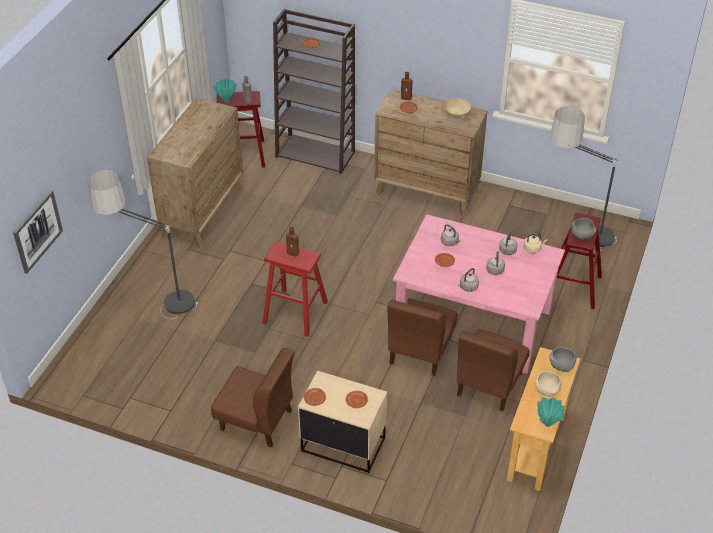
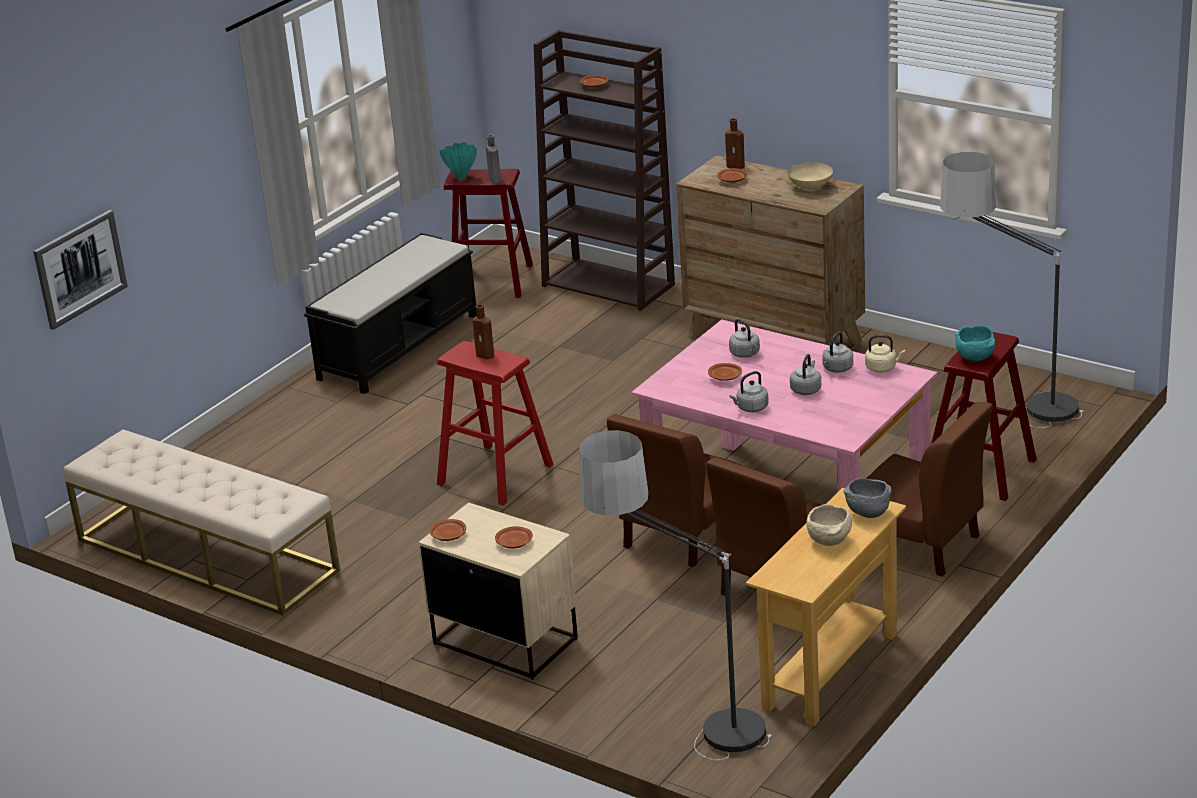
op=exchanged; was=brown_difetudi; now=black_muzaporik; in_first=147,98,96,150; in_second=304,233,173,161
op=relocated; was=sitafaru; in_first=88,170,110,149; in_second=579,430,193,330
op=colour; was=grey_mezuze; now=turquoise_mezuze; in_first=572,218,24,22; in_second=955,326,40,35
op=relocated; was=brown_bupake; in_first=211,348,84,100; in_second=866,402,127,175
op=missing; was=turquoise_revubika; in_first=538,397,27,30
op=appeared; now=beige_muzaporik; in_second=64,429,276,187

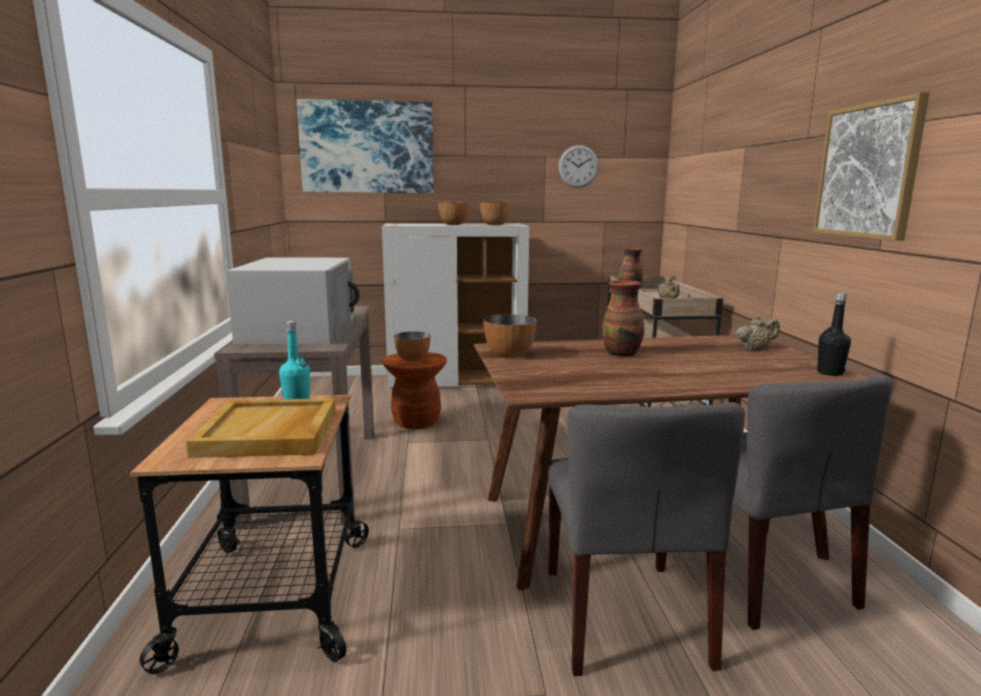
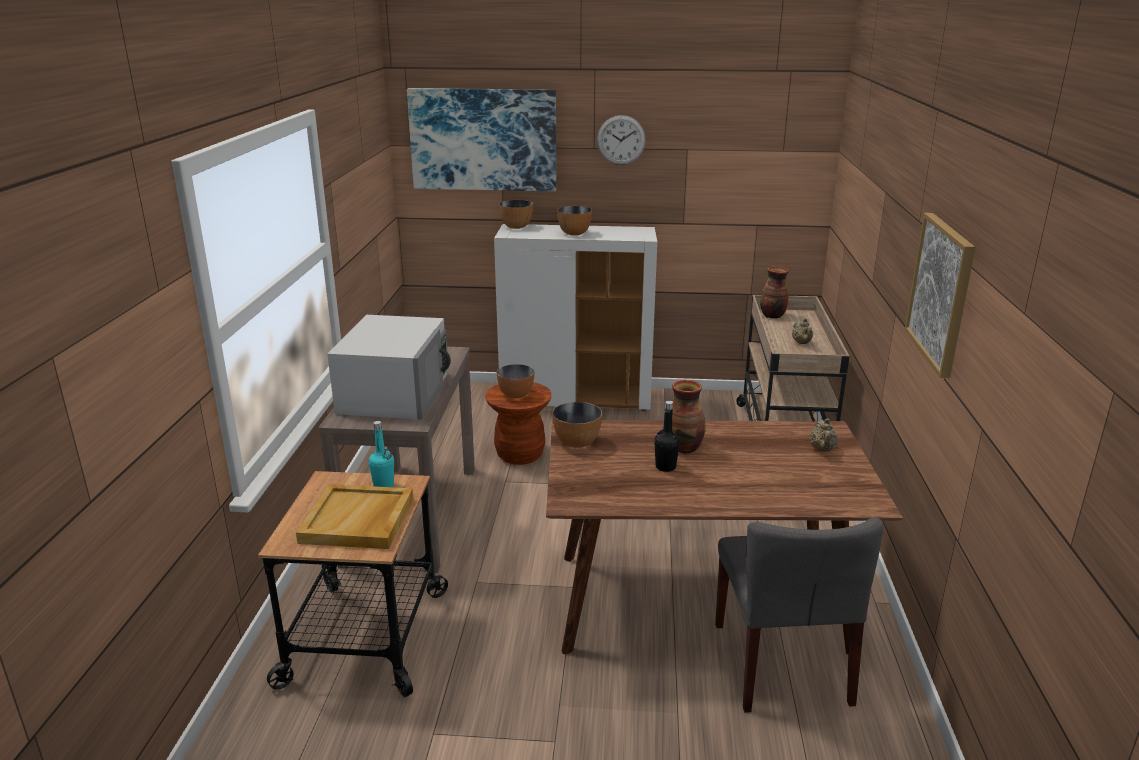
op=relocated; was=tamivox; in_first=558,145,41,43; in_second=597,115,49,50
op=relocated; was=mezuze; in_first=480,202,31,23; in_second=499,200,34,29
op=relocated; was=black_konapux; in_first=817,292,34,84; in_second=654,401,26,71
op=spun; was=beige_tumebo; in_first=736,315,44,36; in_second=810,418,28,34; clockwise=105
op=missing; was=grey_bupake; in_first=548,402,197,274

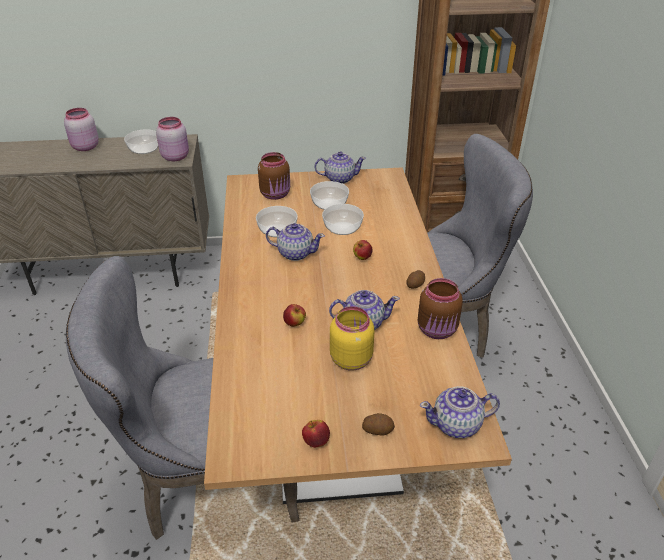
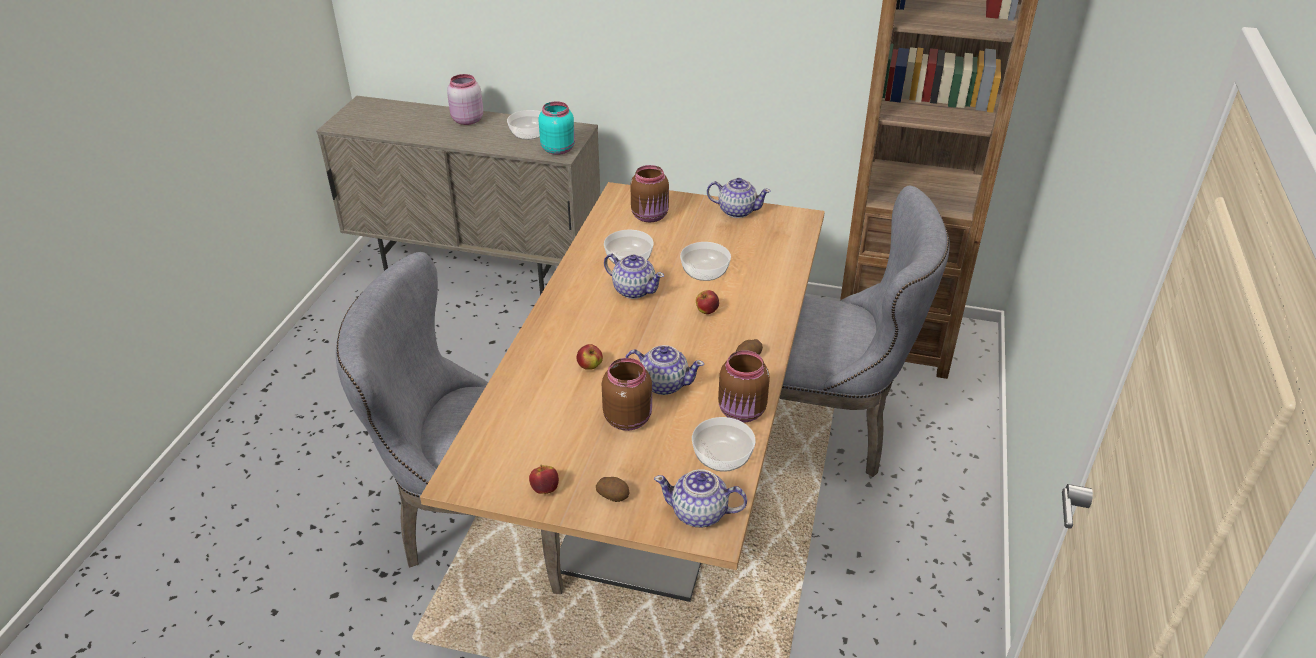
op=colour; was=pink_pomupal; now=turquoise_pomupal; in_first=156,117,33,44; in_second=539,101,36,54
op=relocated; was=mezuze; in_first=310,181,39,29; in_second=692,417,64,55
op=colour; was=yellow_pomupal; now=brown_pomupal; in_first=330,306,44,65; in_second=602,358,50,73

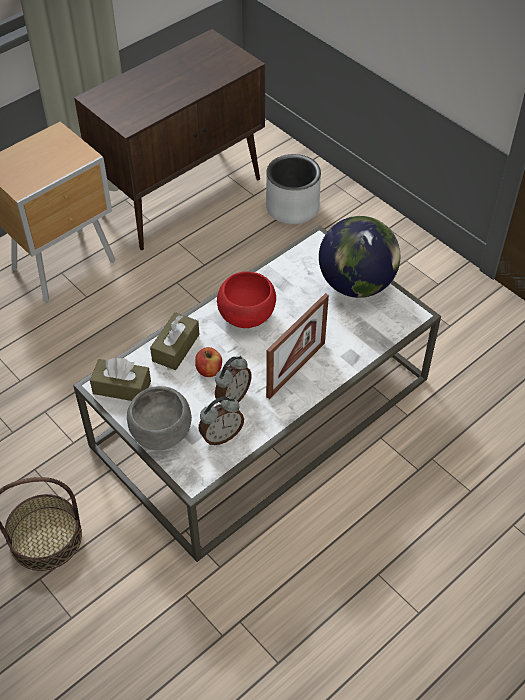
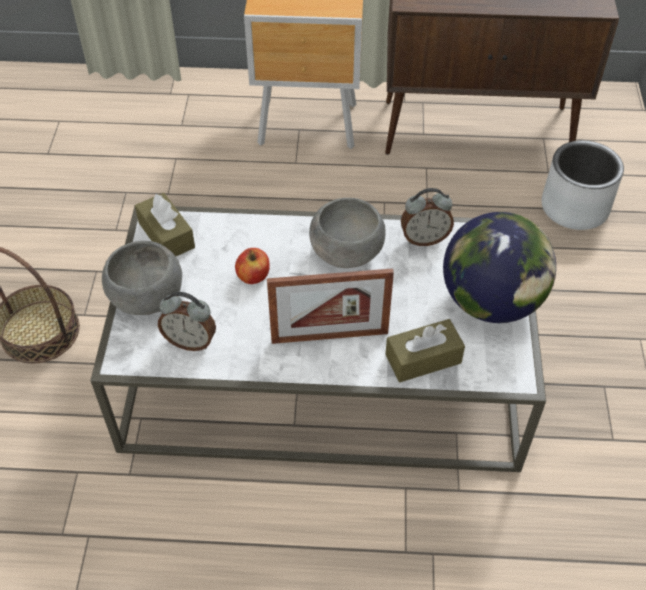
op=colour; was=red_mezuze; now=grey_mezuze; in_first=217,271,59,57; in_second=309,198,77,70
op=relocated; was=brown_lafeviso; in_first=150,312,50,58; in_second=385,319,80,63
op=relocated; was=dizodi; in_first=215,356,36,47; in_second=401,188,53,58

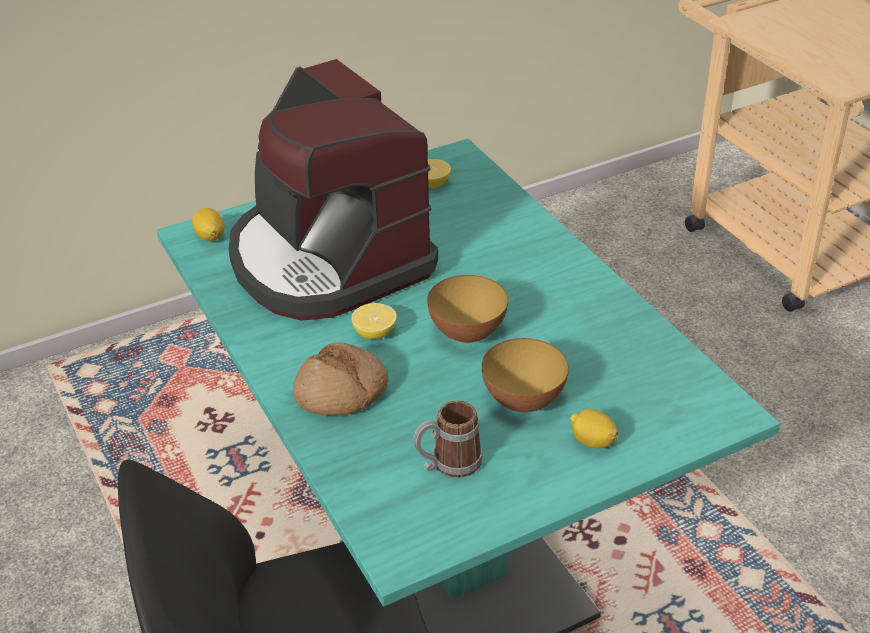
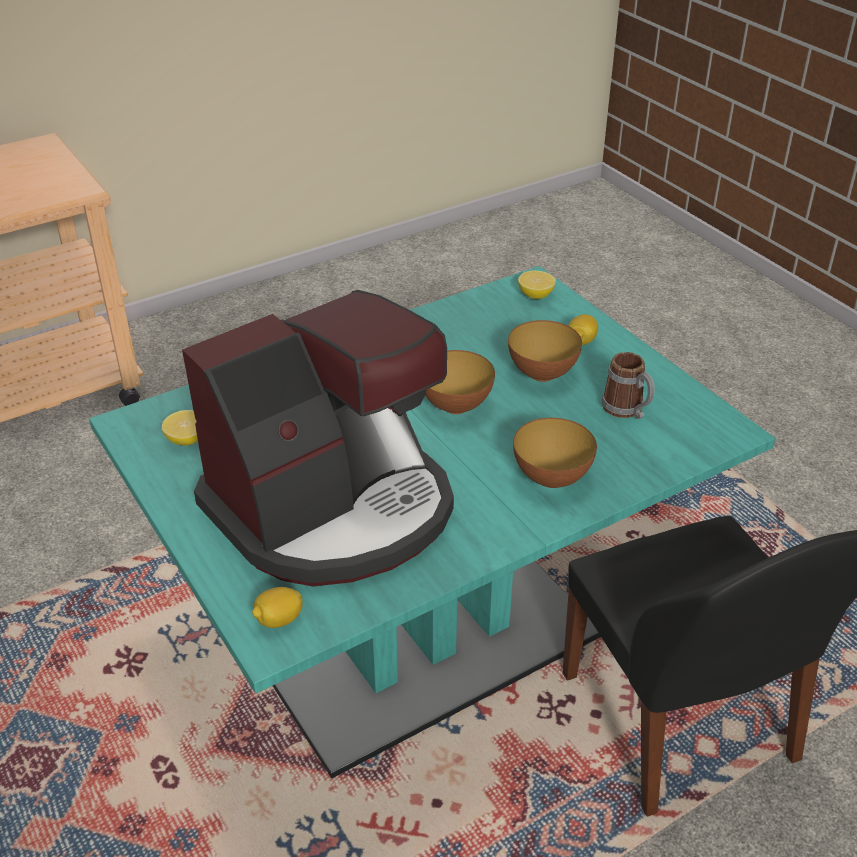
op=relocated; was=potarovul; in_first=351,303,46,36; in_second=518,271,38,28
op=exchanged; was=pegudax; now=mezuze; in_first=293,342,96,73; in_second=513,418,84,70

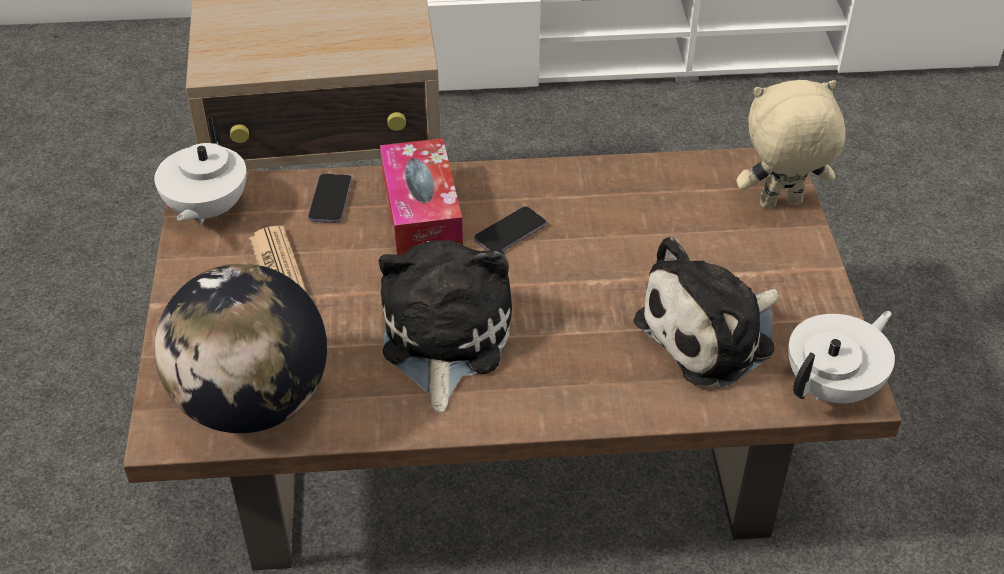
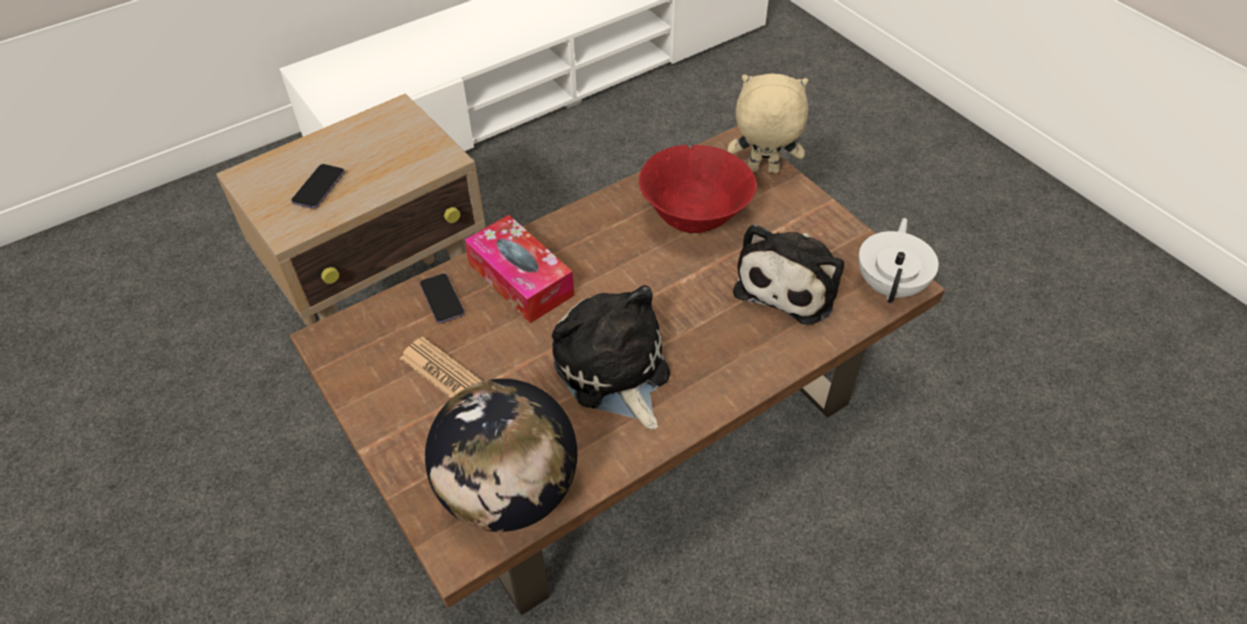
op=spun; was=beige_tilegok; in_first=736,80,110,128; in_second=728,74,80,99; clockwise=45
op=missing; was=white_tumebo; in_first=154,118,93,107
op=relocated; was=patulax; in_first=474,206,72,46; in_second=291,164,54,45
op=appeared; now=red_mezuze; in_second=639,145,118,88

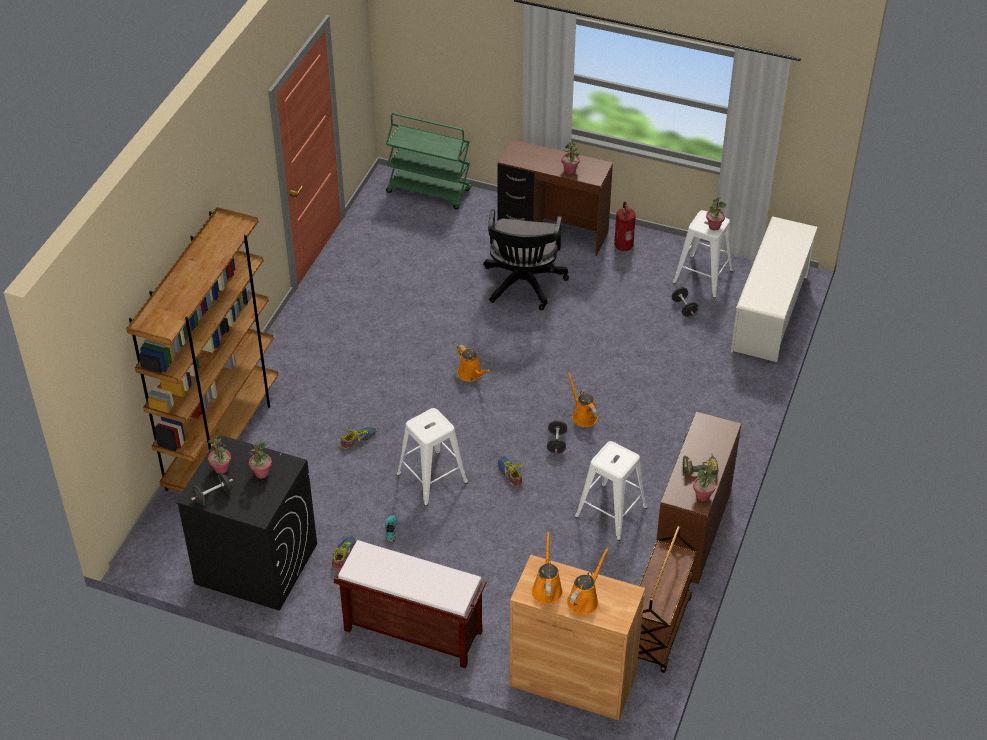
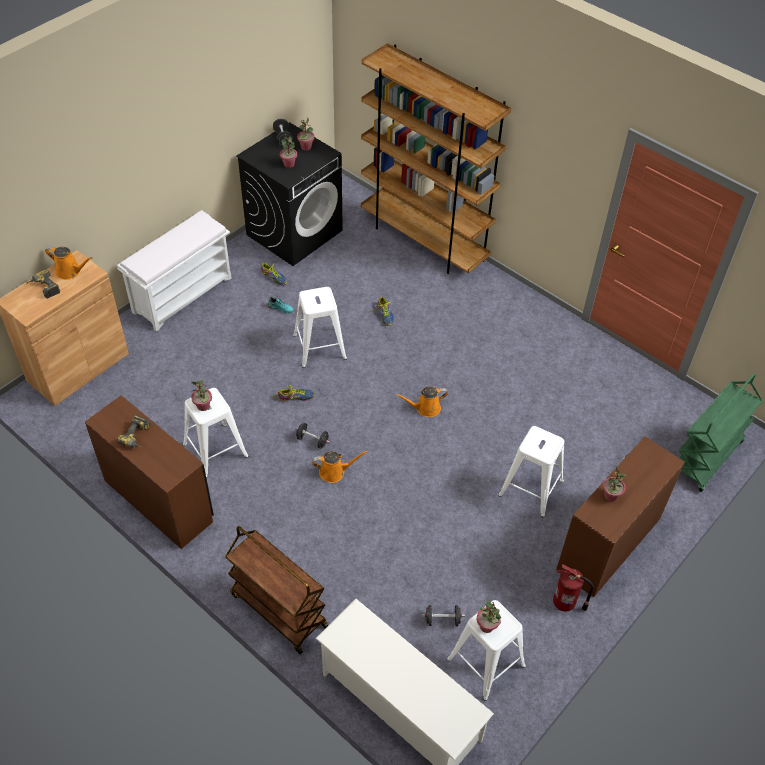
op=exchanged; was=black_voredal; now=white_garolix; in_first=483,209,86,101; in_second=498,426,66,91
op=relocated; was=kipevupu; in_first=693,466,23,35; in_second=191,380,21,31
op=relocated; was=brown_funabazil; in_first=638,525,59,148; in_second=225,526,103,128
op=colour; was=brown_muzaporik; now=white_muzaporik; in_first=334,540,153,128; in_second=117,210,114,122
op=exchanged; was=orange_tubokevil; now=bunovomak; in_first=567,548,42,67; in_second=27,269,33,29

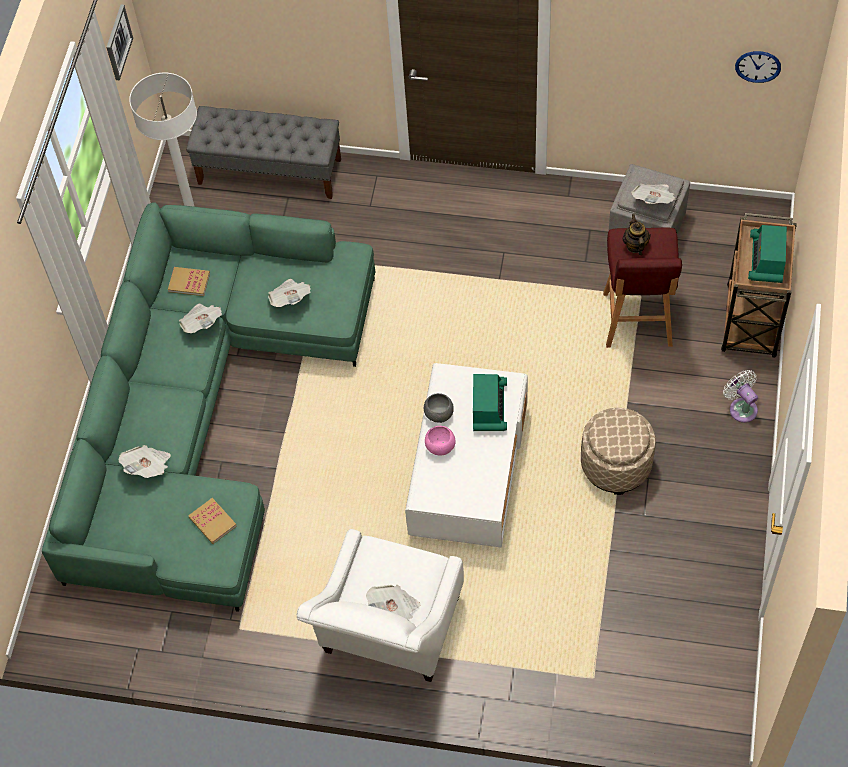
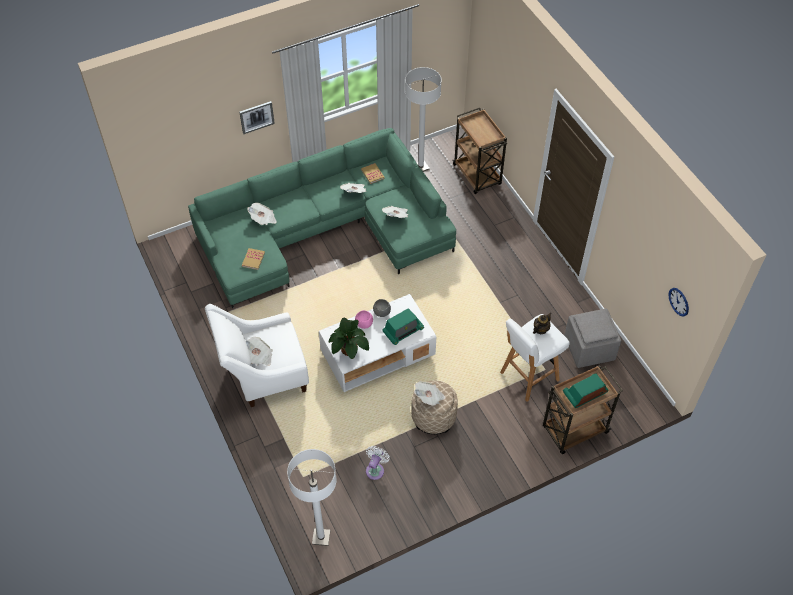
op=relocated; was=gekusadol; in_first=106,4,27,77; in_second=239,101,36,33
op=exchanged; was=grey_muzaporik; now=brown_funabazil; in_first=186,106,155,93; in_second=453,108,54,86
op=relocated; was=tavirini; in_first=631,184,45,20; in_second=414,381,32,25
op=colour; was=red_garolix; now=white_garolix; in_first=603,227,79,121; in_second=500,314,70,88
op=relocated; was=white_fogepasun; in_first=723,370,35,53; in_second=366,446,24,34
op=appeared; now=kipevupu; in_second=328,317,41,42
op=appeared; now=white_sitafaru; in_second=287,449,50,97

